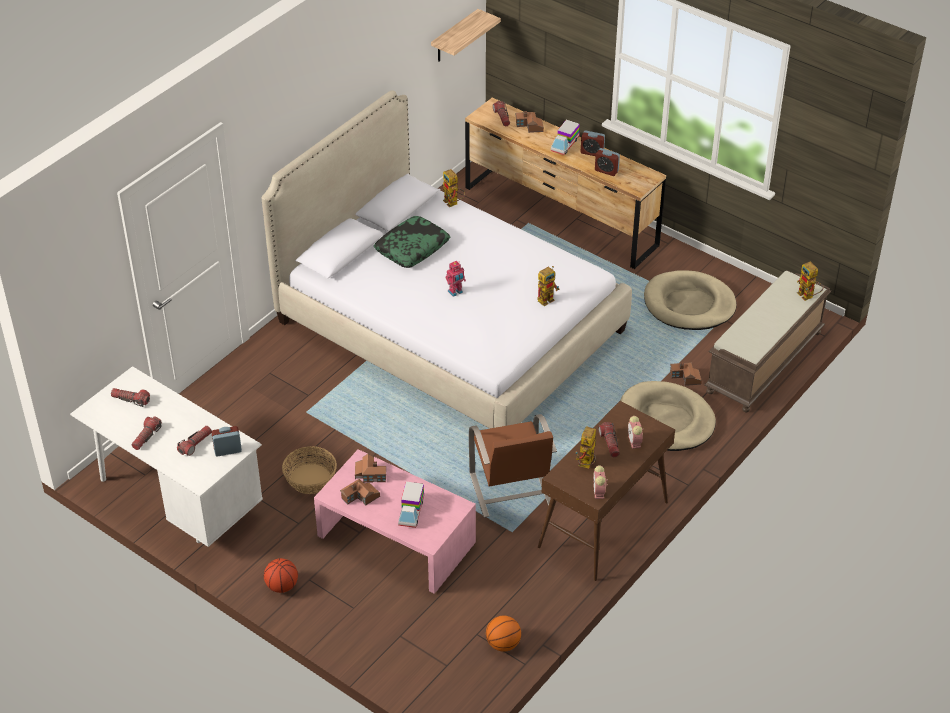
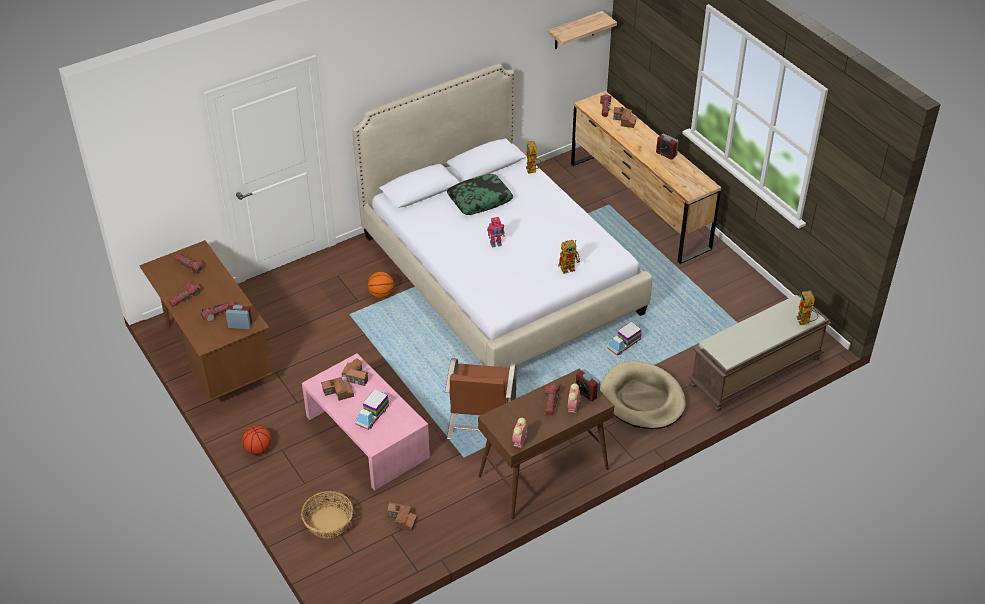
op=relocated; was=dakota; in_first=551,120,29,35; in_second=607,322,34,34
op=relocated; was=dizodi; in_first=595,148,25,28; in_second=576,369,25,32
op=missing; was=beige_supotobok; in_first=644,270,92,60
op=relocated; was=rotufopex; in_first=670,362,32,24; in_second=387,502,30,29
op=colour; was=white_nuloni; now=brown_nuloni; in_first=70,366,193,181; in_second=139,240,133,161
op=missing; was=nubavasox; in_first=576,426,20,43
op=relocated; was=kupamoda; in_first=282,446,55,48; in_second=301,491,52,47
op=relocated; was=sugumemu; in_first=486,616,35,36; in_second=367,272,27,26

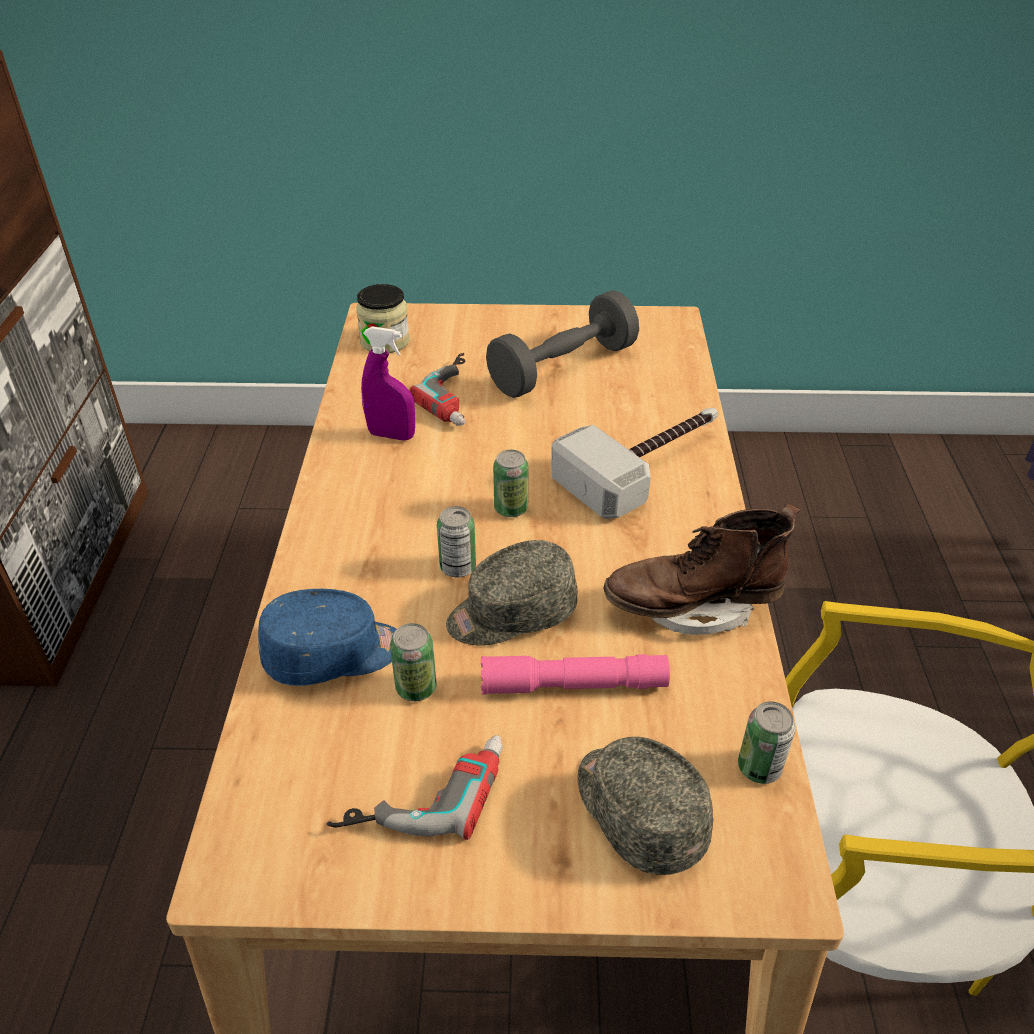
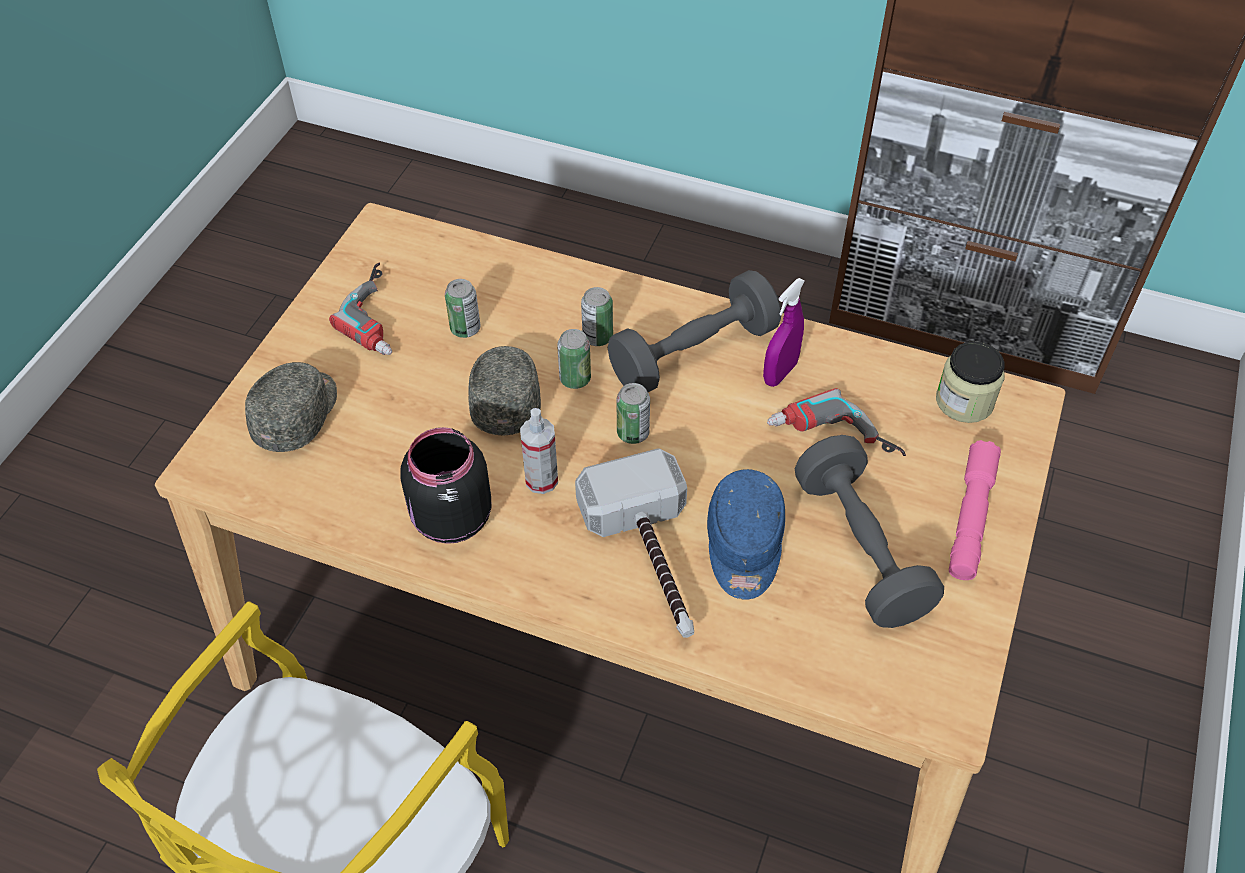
op=exchanged; was=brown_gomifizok; now=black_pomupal; in_first=604,503,197,132; in_second=400,427,91,117
op=relocated; was=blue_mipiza; in_first=258,589,139,97; in_second=707,469,78,130
op=relocated; was=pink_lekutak; in_first=481,654,189,41; in_second=949,440,52,140
op=relocated; was=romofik; in_first=738,701,58,83; in_second=581,287,32,59
op=spun; was=grey_mipiza; in_first=578,737,135,138; in_second=245,362,92,90; clockwise=-60
op=appeared; now=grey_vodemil; in_second=608,270,173,122
op=appeared; now=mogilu; in_second=520,408,38,86

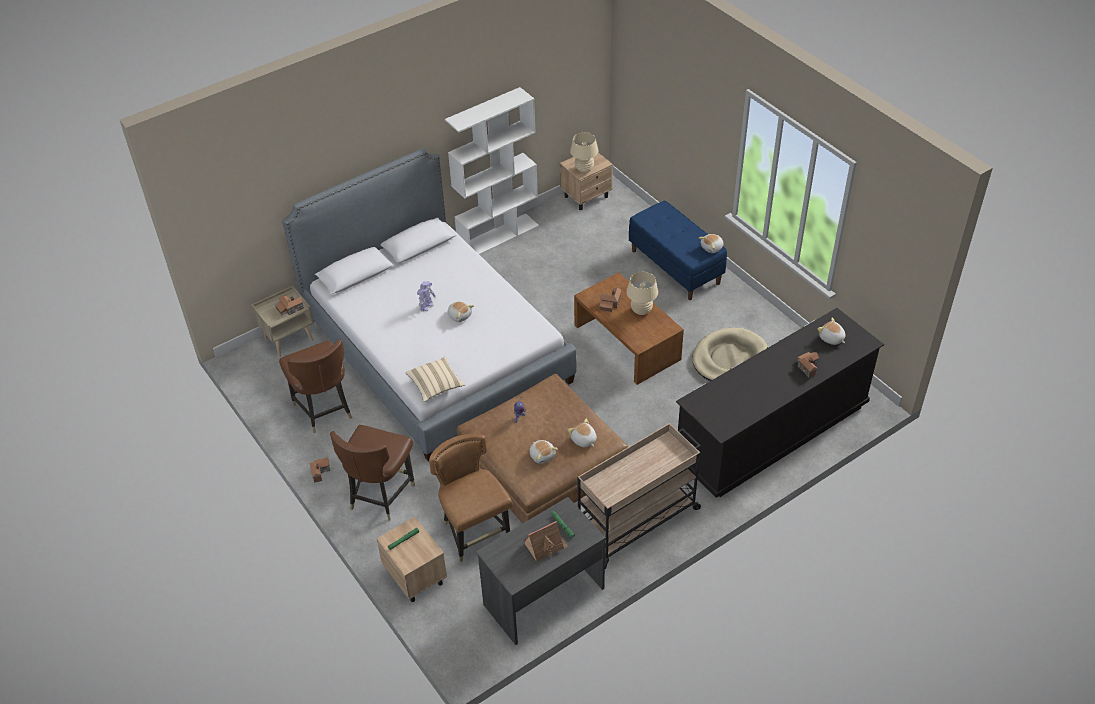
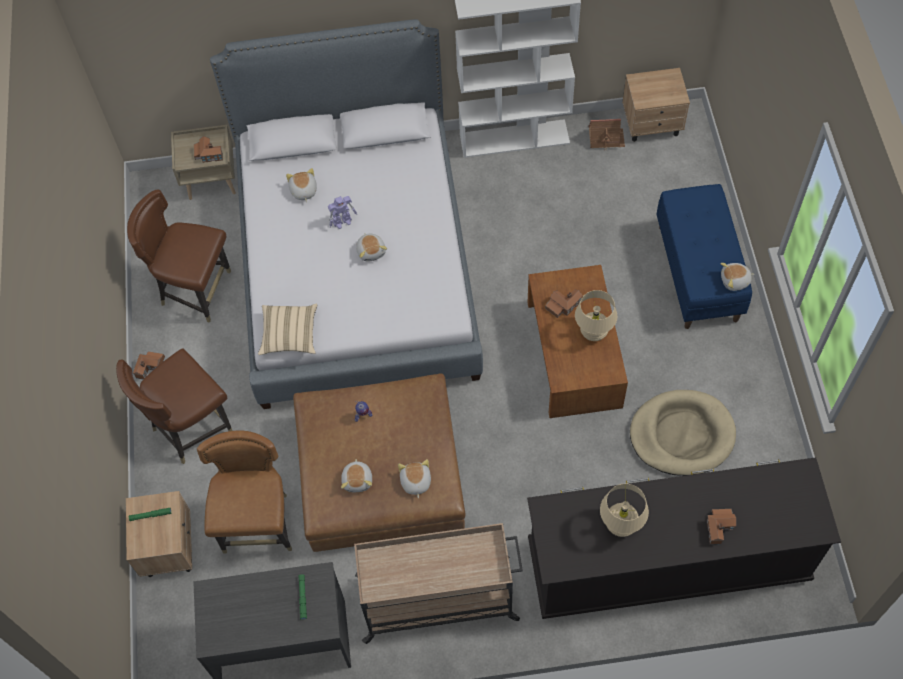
op=relocated; was=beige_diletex; in_first=570,132,29,41; in_second=600,483,49,54
op=relocated; was=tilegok; in_first=818,318,27,27; in_second=286,168,31,34
op=spun; was=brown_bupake; in_first=279,339,73,94; in_second=127,190,104,133; clockwise=105
op=relocated; was=rotufopex; in_first=524,521,44,41; in_second=588,119,37,31

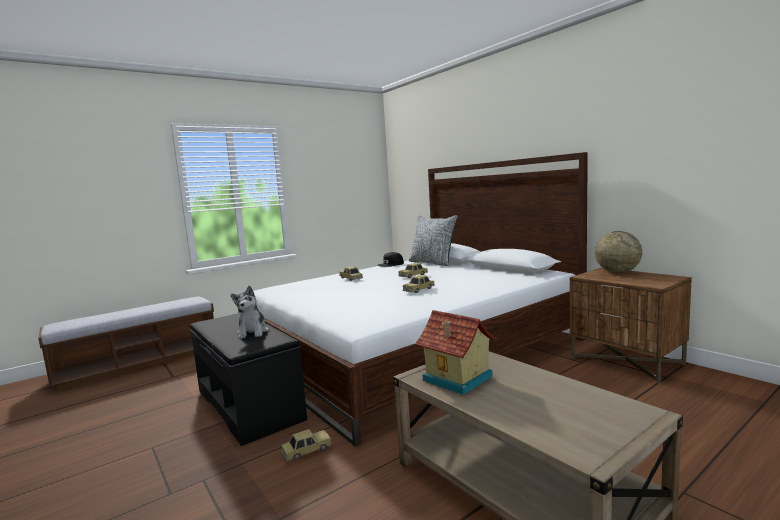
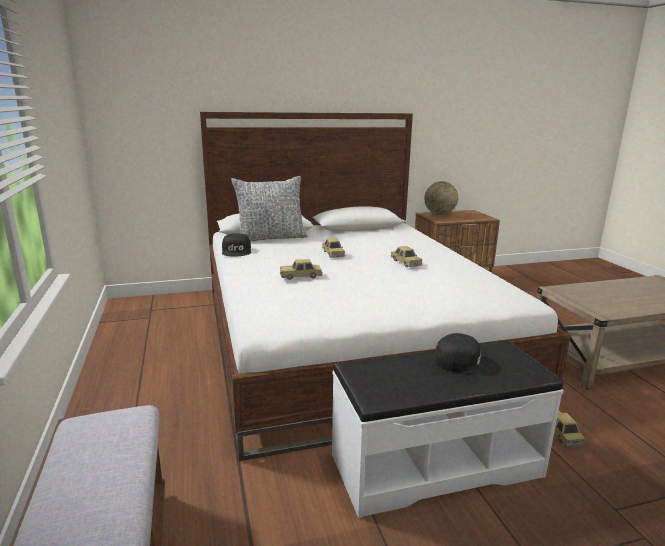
op=exchanged; was=tilegok; now=black_mipiza; in_first=231,286,38,53; in_second=435,333,61,42
op=missing; was=rotufopex; in_first=415,310,82,85
op=colour; was=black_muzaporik; now=white_muzaporik; in_first=190,313,117,133; in_second=332,341,232,177

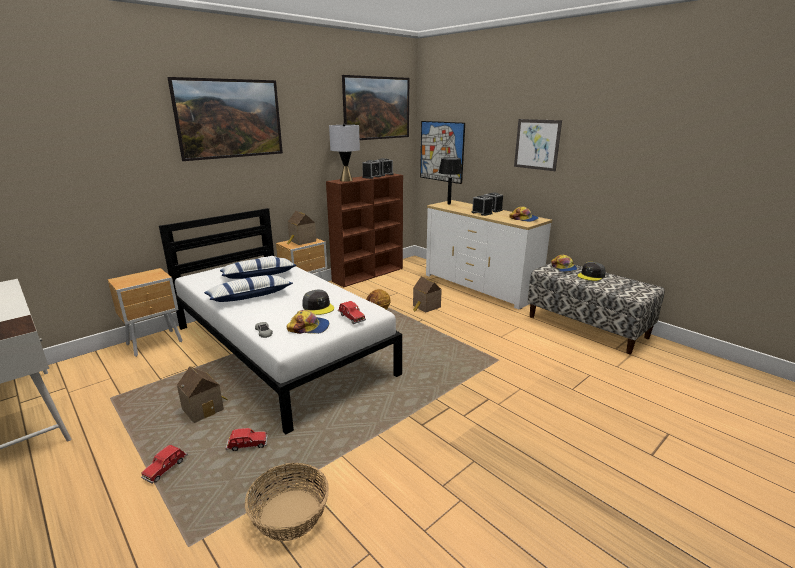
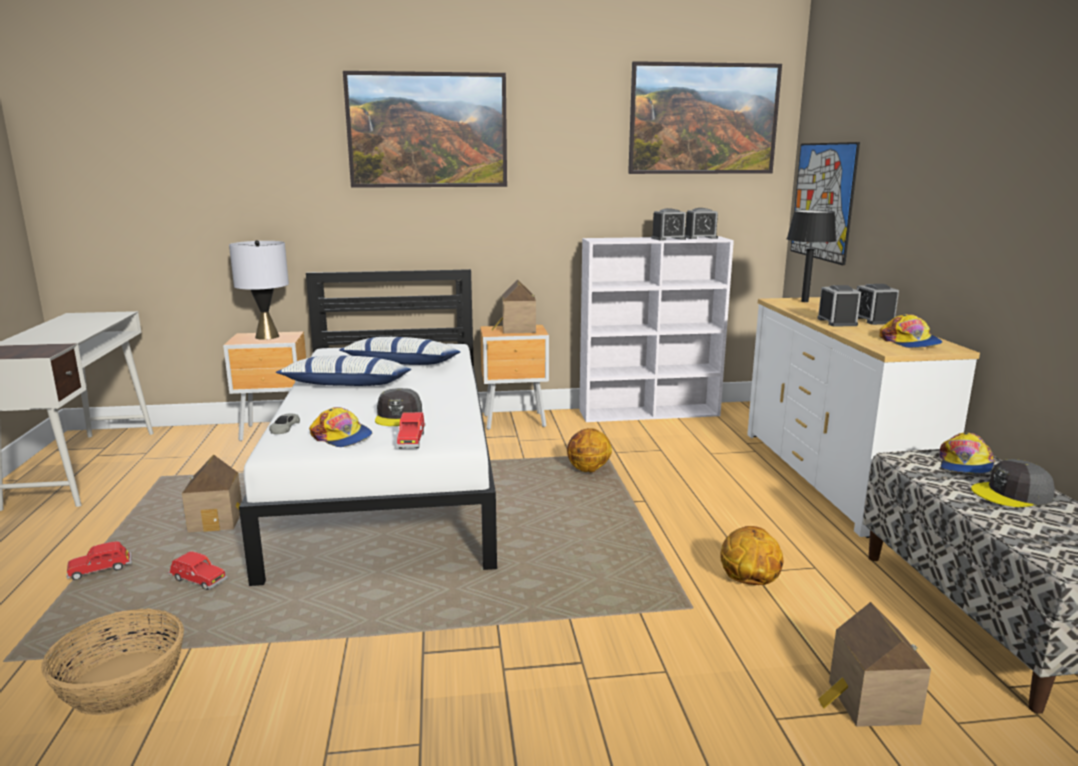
op=missing; was=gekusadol; in_first=514,119,48,52
op=relocated; was=grey_diletex; in_first=329,124,31,58; in_second=229,240,60,100
op=colour; was=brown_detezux; now=white_detezux; in_first=326,174,77,113; in_second=579,236,155,186
op=relocated; was=rotufopex; in_first=413,277,29,35; in_second=818,602,113,125
op=appeared; now=sugumemu; in_second=721,526,62,59

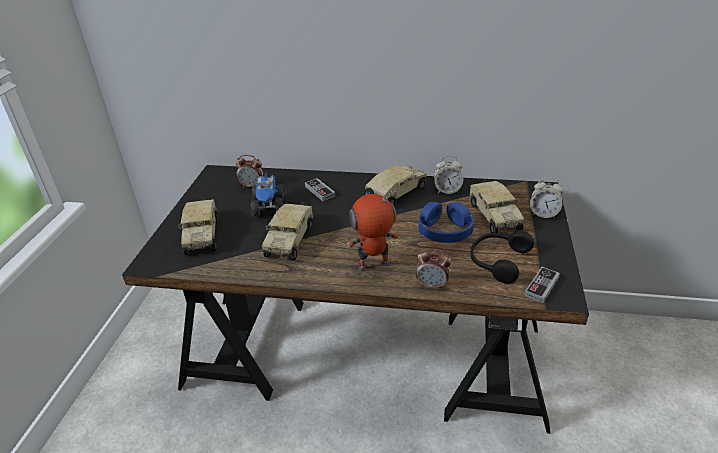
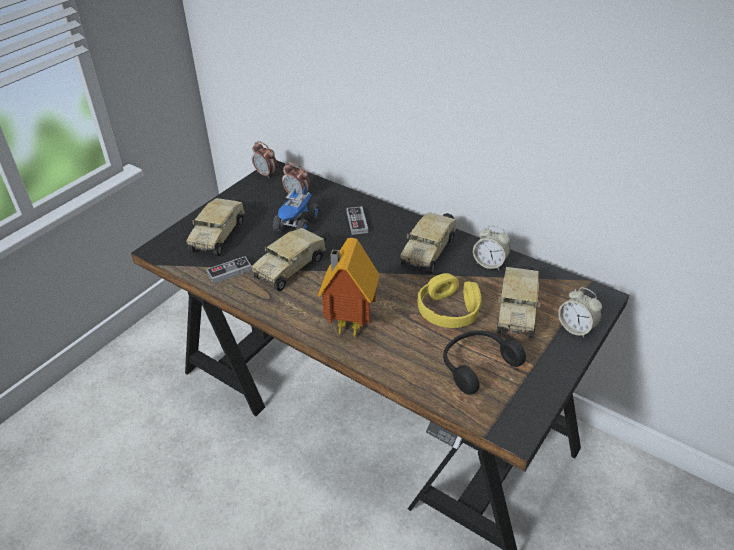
op=spun; was=dakota; in_first=364,165,62,40; in_second=400,212,56,62; clockwise=135
op=exchanged; was=nubavasox; now=rotufopex; in_first=347,190,52,81; in_second=318,238,61,101
op=colour; was=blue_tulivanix; now=yellow_tulivanix; in_first=418,202,56,41; in_second=417,273,65,55
op=relocated; was=dizodi; in_first=416,249,35,41; in_second=252,141,25,38
op=relocated; was=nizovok; in_first=524,267,36,36; in_second=206,256,46,28

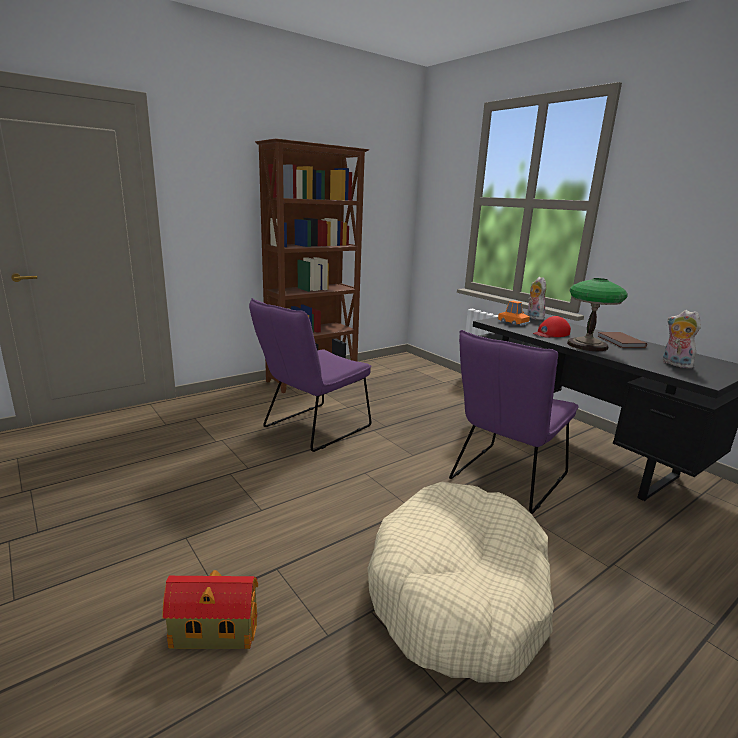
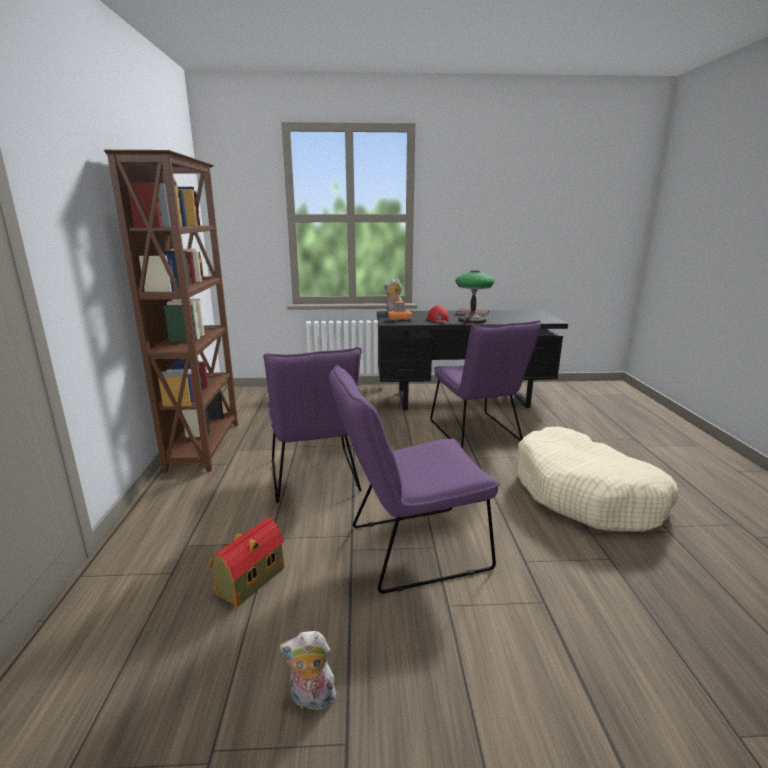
op=relocated; was=tilegok; in_first=663,310,38,58; in_second=280,631,56,80
op=relocated; was=rotufopex; in_first=162,570,96,79; in_second=209,517,75,90
op=appeared; now=purple_bupake; in_second=329,365,171,228

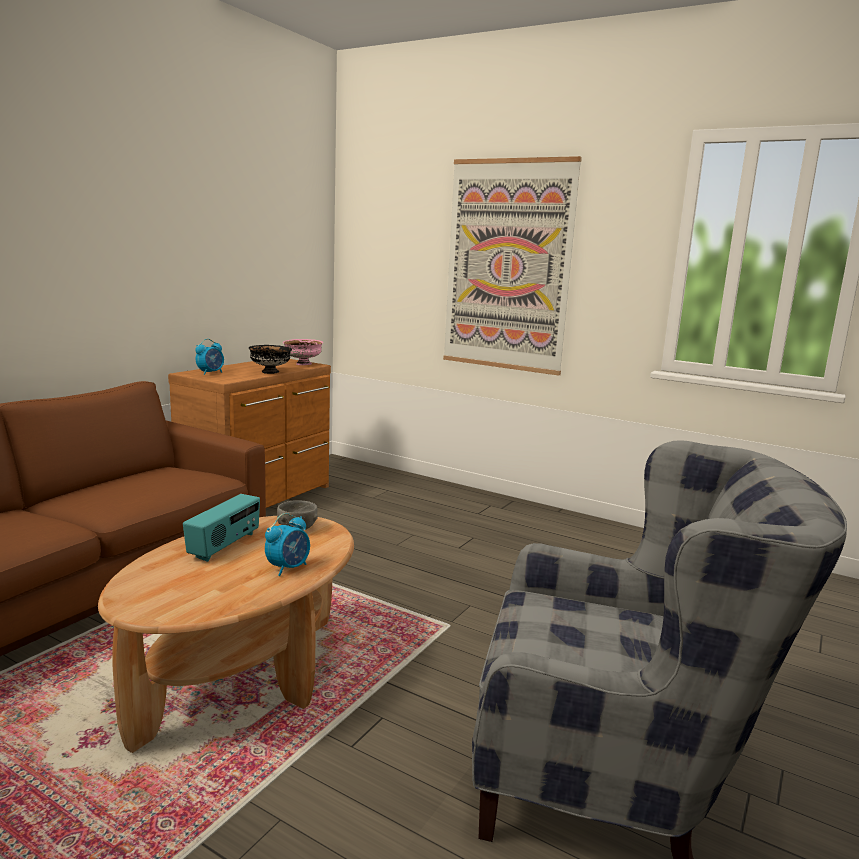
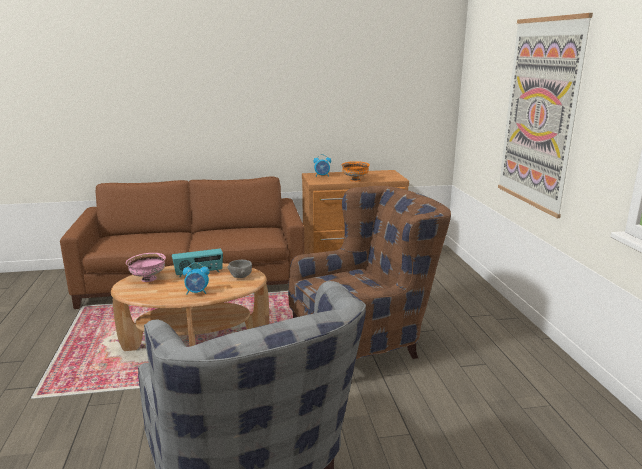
op=relocated; was=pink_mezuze; in_first=283,339,40,26; in_second=126,253,40,29
op=colour; was=black_mezuze; now=orange_mezuze; in_first=249,345,43,29; in_second=341,161,29,21
op=appeared; now=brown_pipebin; in_second=288,186,163,197

